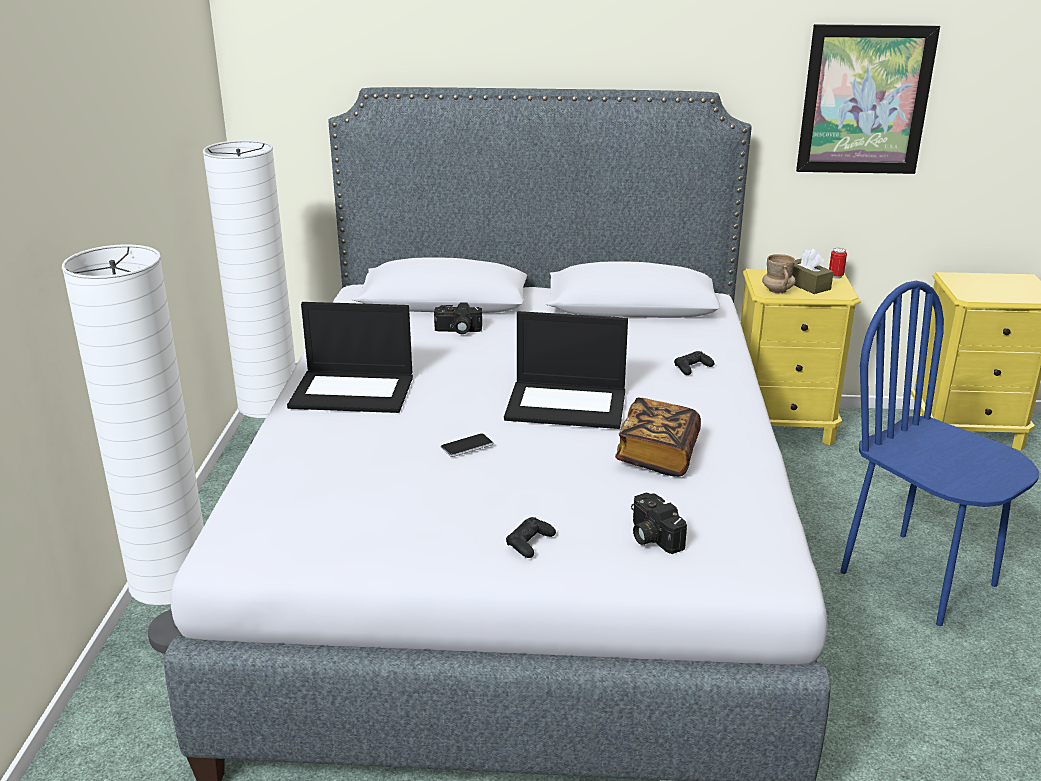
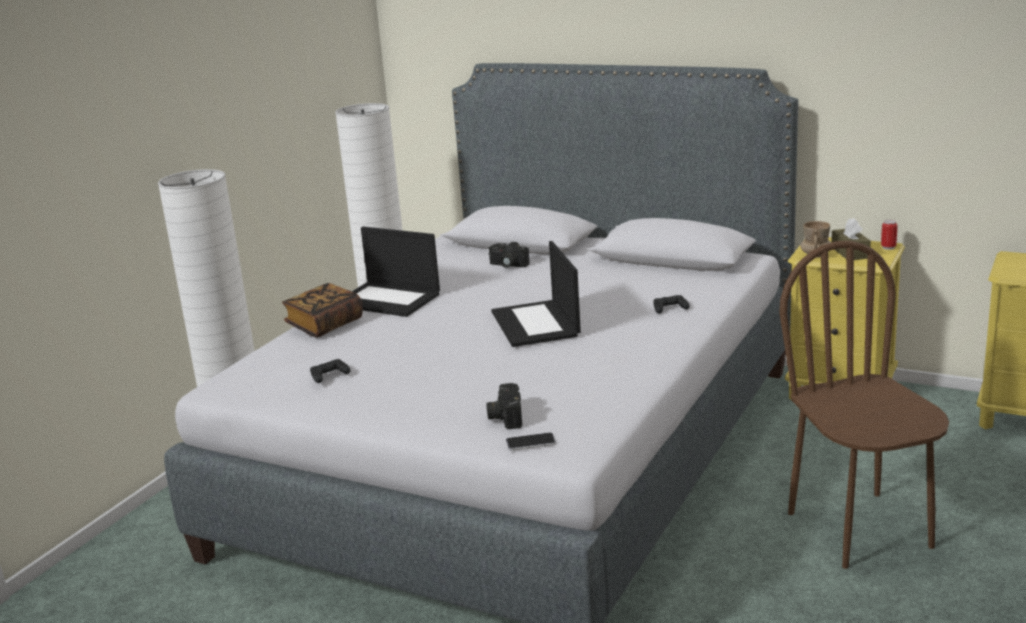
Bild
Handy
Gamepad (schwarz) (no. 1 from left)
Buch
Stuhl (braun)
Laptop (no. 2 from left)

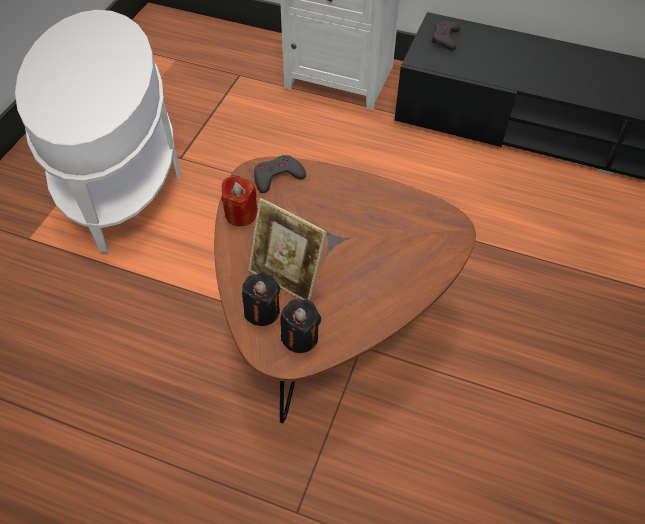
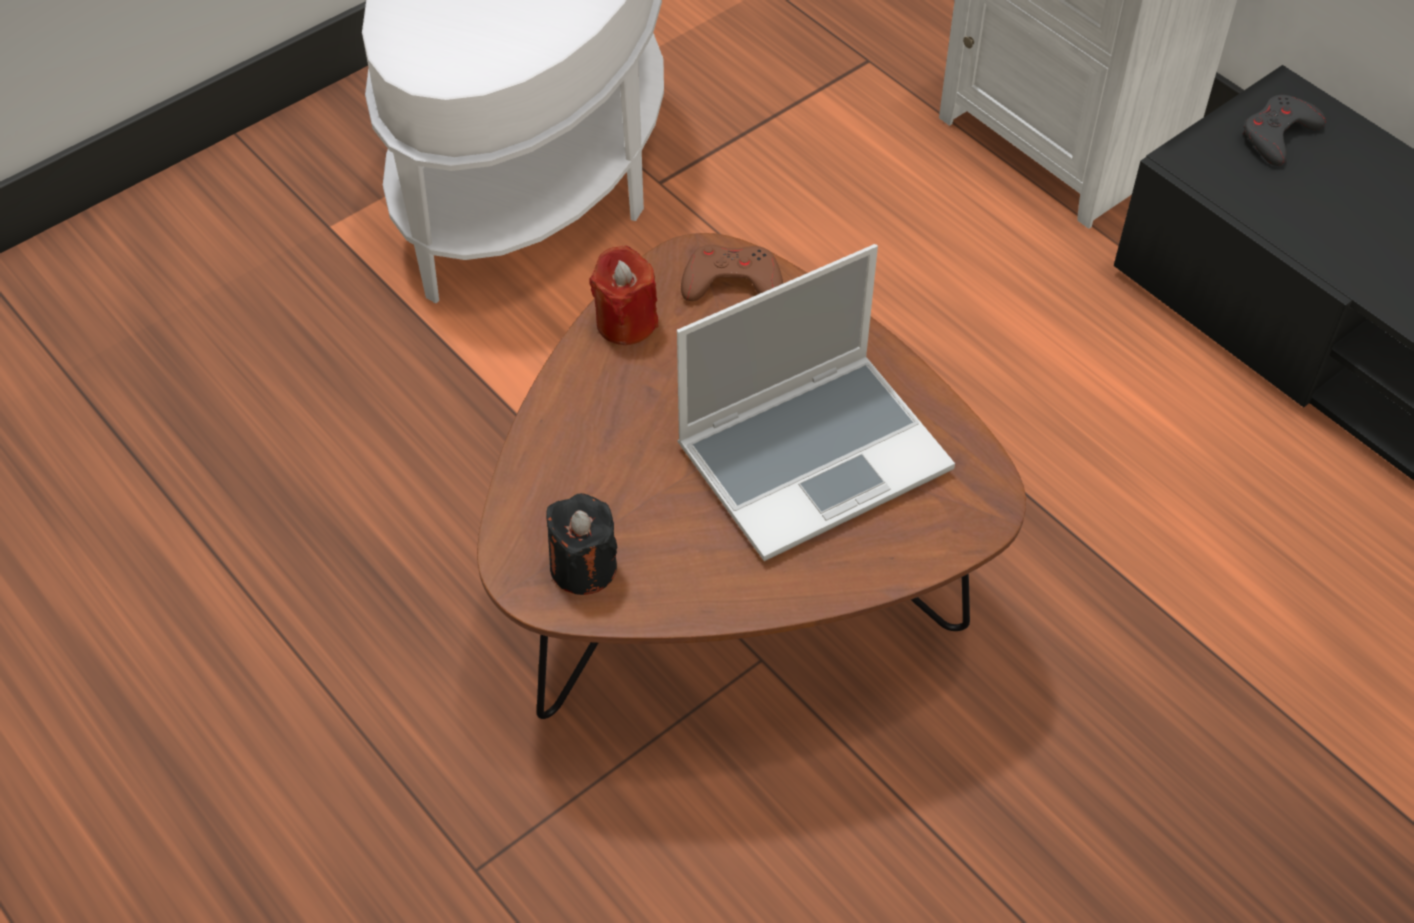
Kerze (schwarz) (no. 1 from left in the first image)
Bilderrahmen
Laptop
Gamepad (braun)

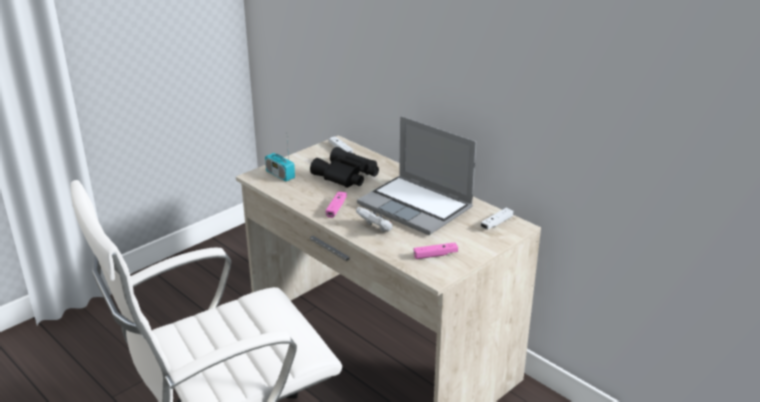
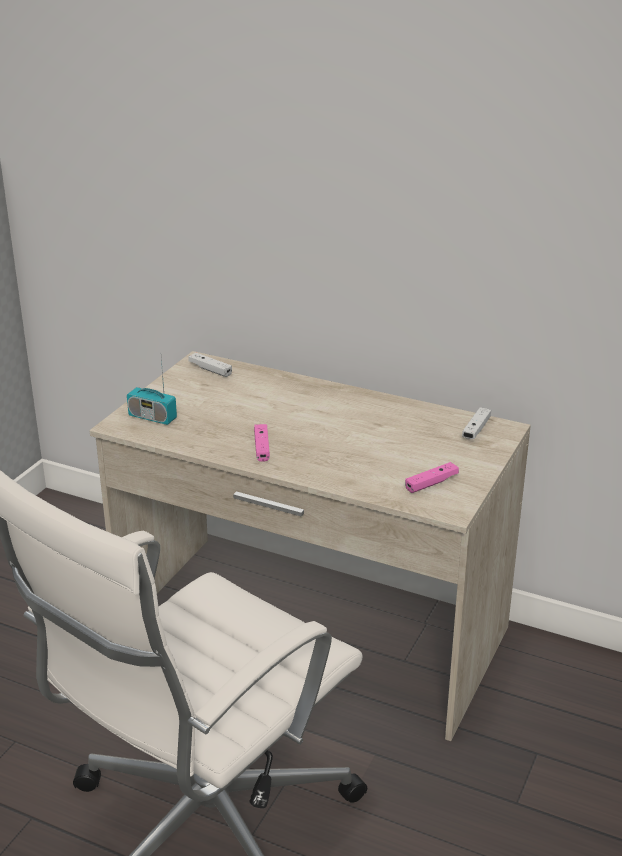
Fernglas (schwarz)
Gamepad (weiß) (no. 2 from left in the first image)
Laptop

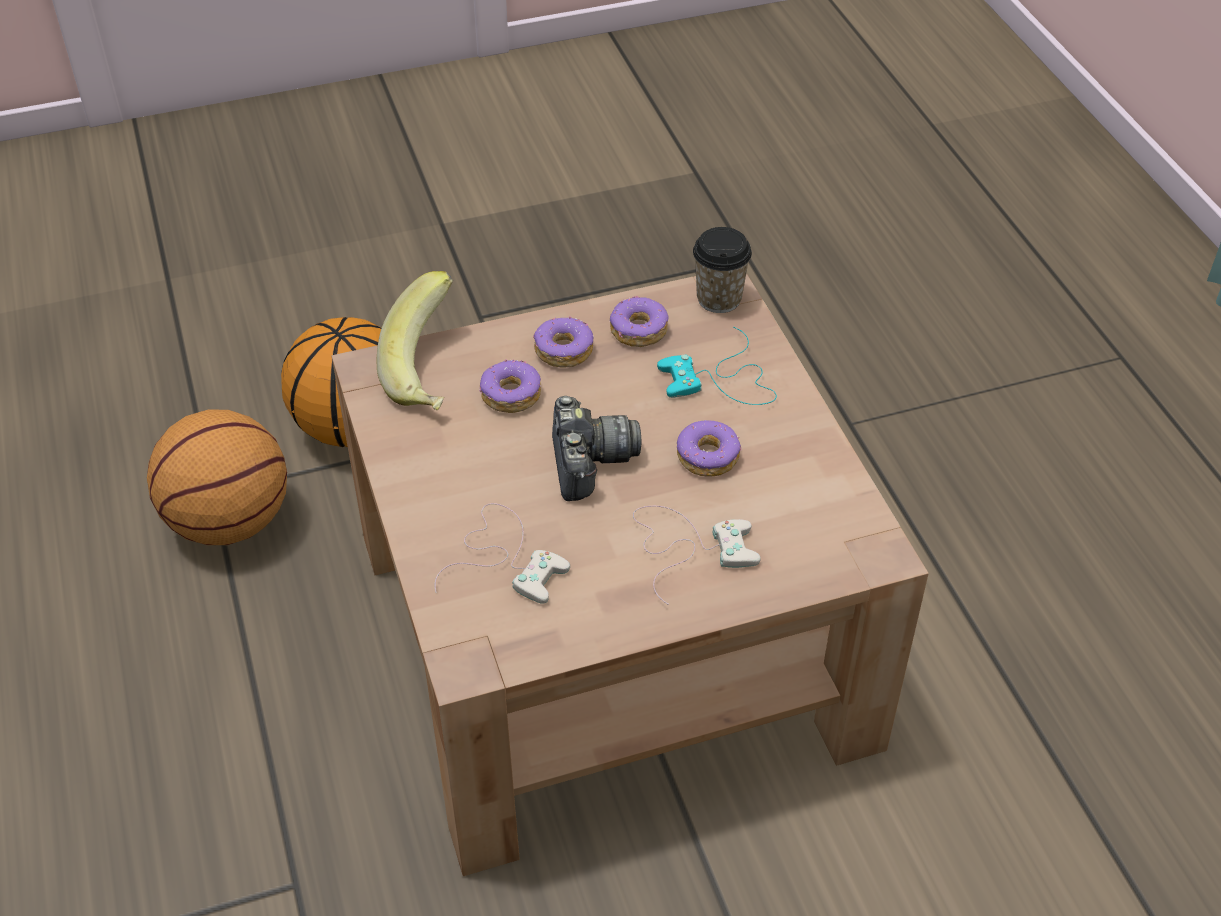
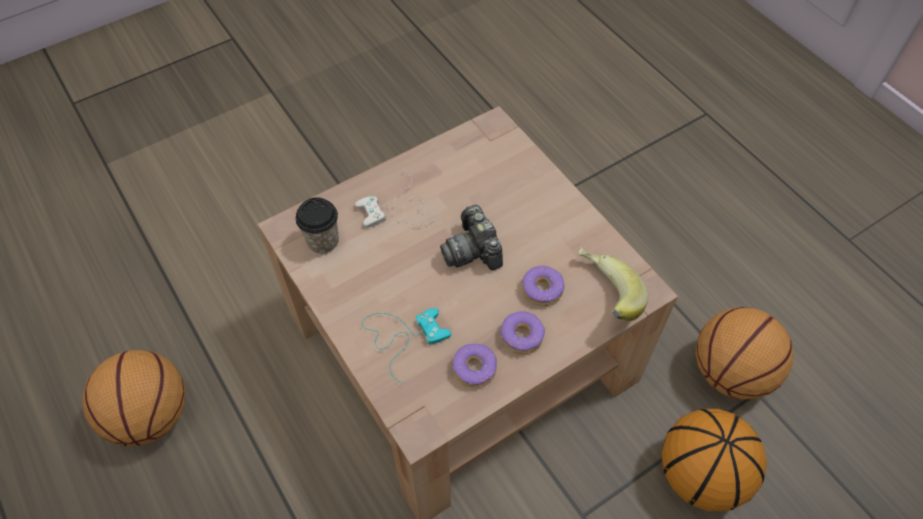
Gamepad (weiß) (no. 1 from left in the first image)
Donut (no. 4 from left in the first image)
Basketball (no. 1 from left)
Tasse

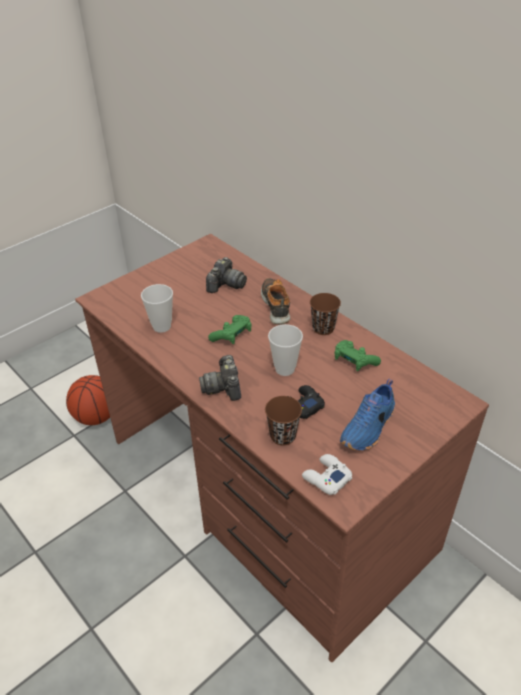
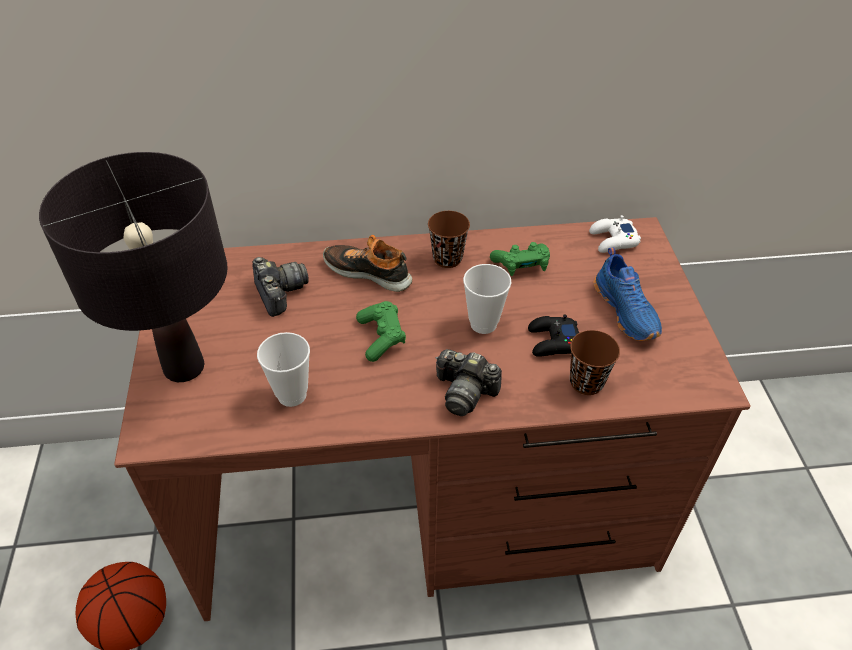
Tischlampe (schwarz)
Gamepad (weiß)

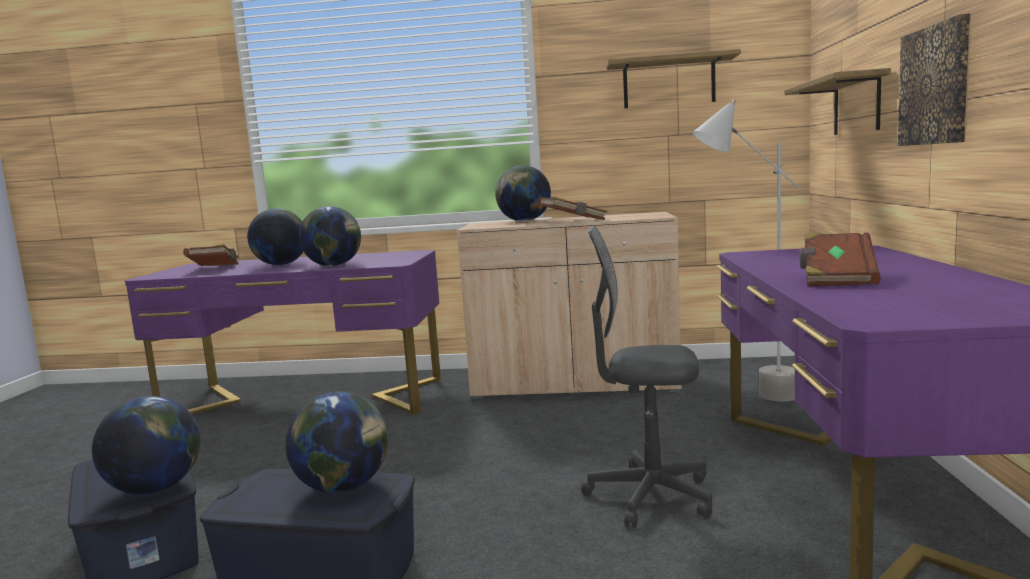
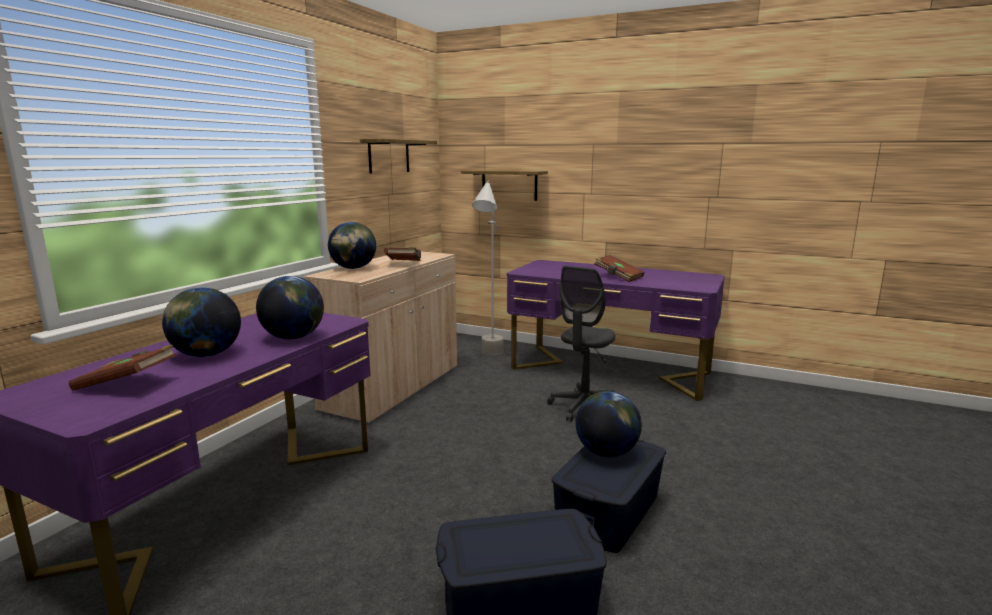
Globus (no. 1 from left in the first image)
Bild

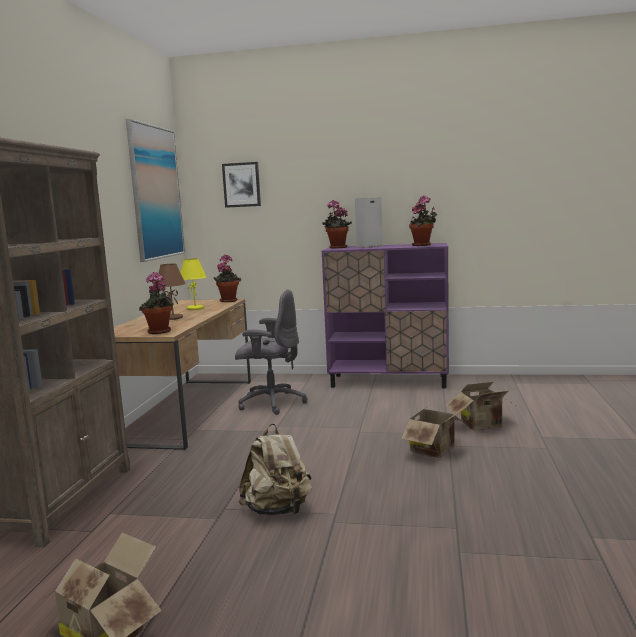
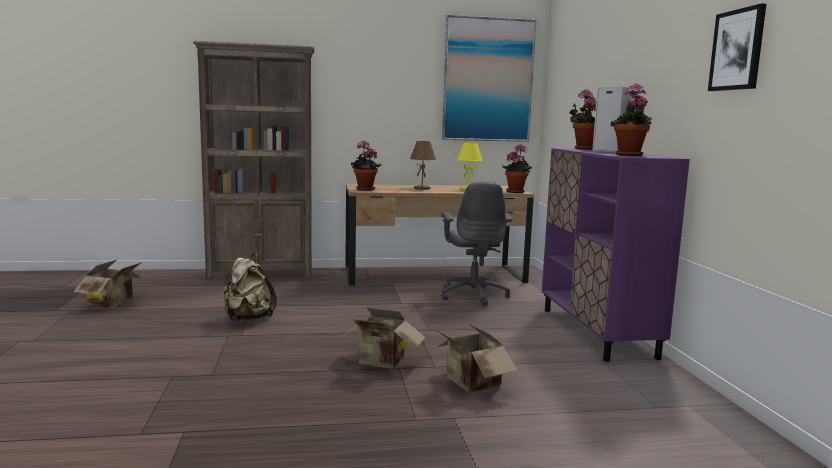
Bild (no. 2 from left)

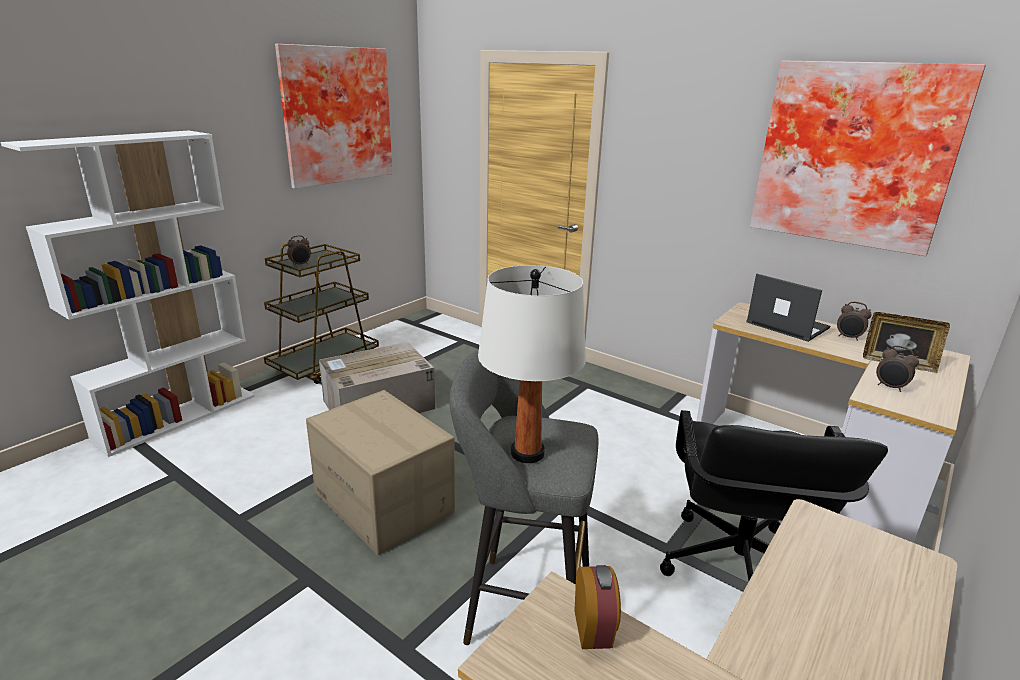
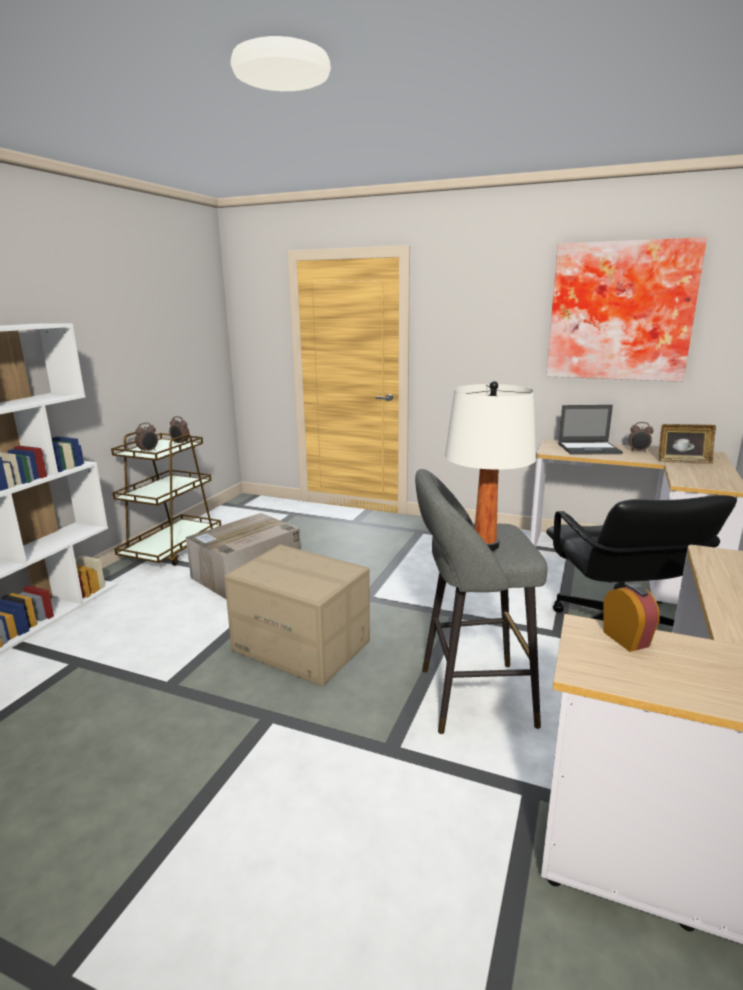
Bild (no. 1 from left in the first image)
Wecker (no. 2 from left)
Laptop

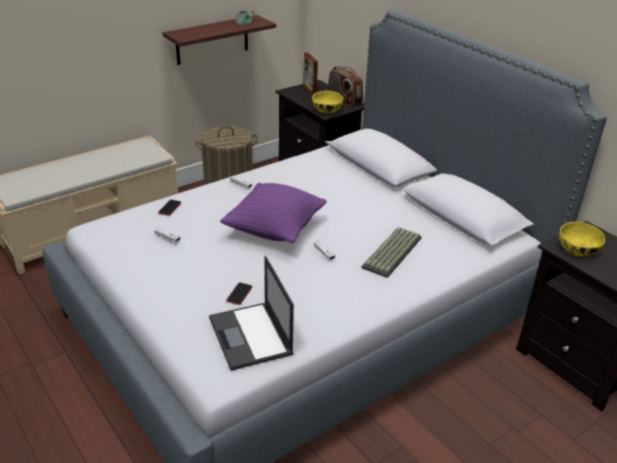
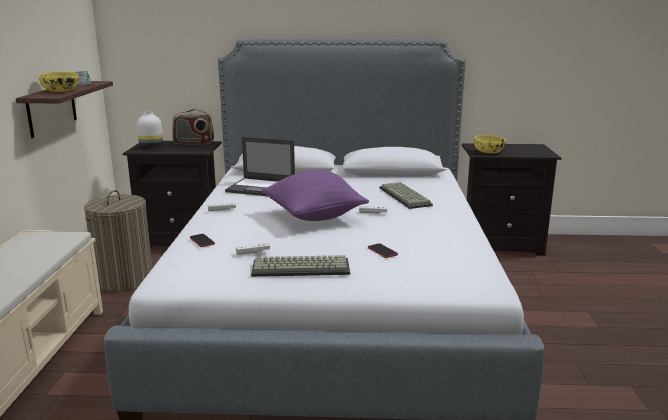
Tastatur (no. 1 from left)
Laptop
Schüssel (gelb) (no. 1 from left)
Vase (weiß)

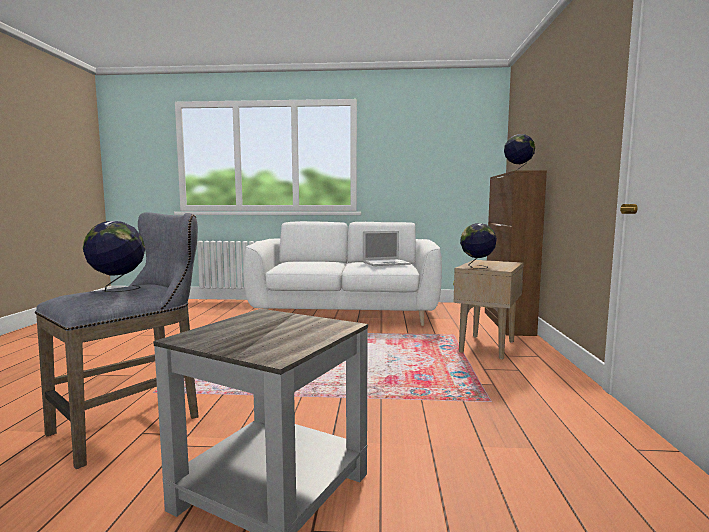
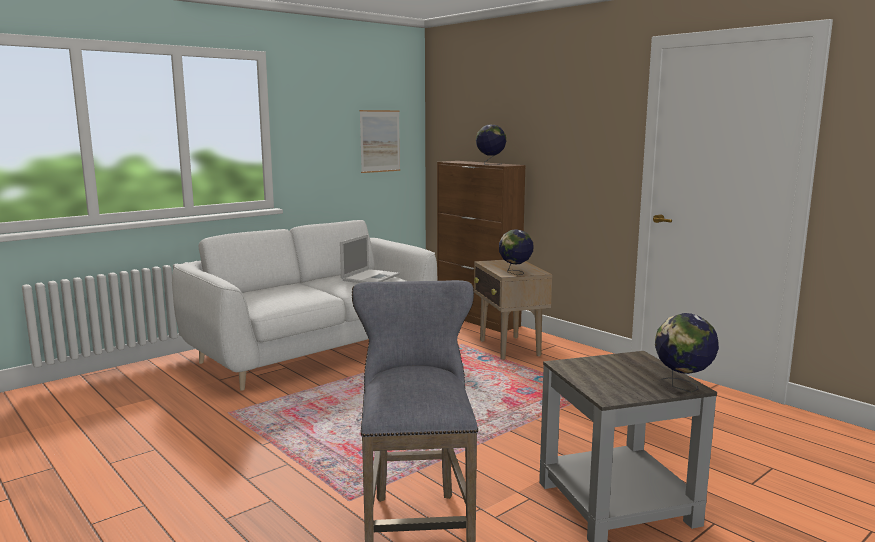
Bild
Globus (no. 3 from left)

